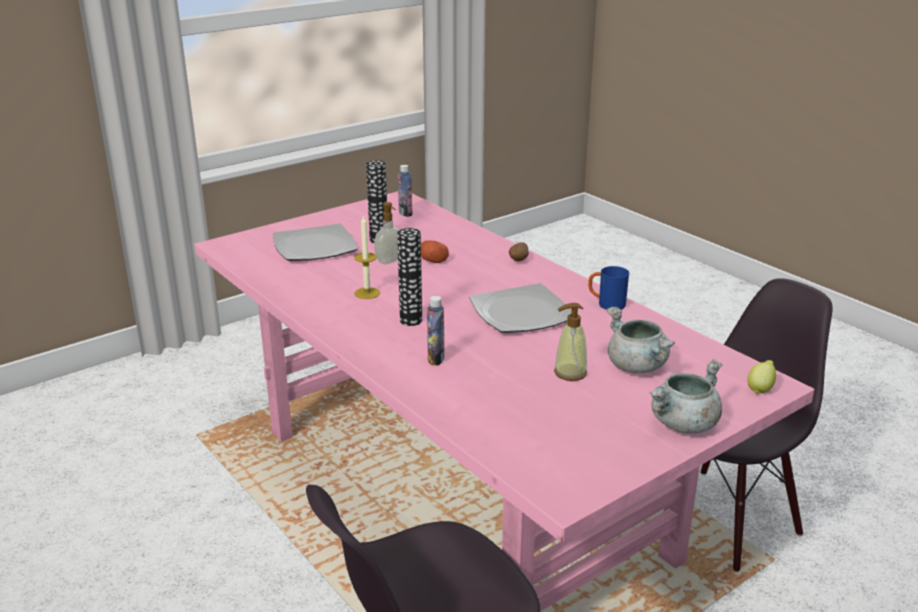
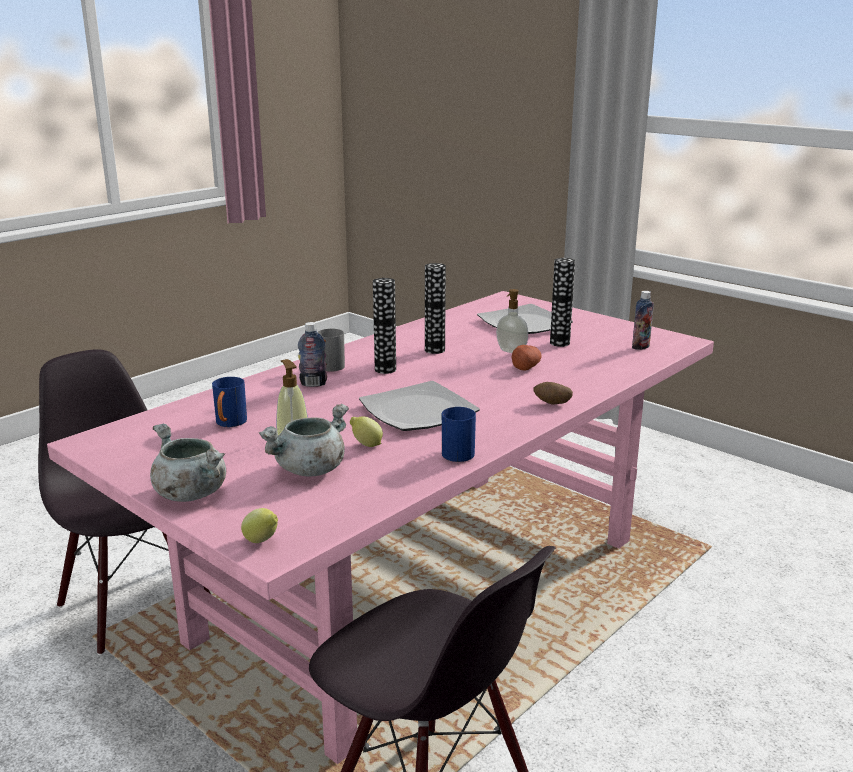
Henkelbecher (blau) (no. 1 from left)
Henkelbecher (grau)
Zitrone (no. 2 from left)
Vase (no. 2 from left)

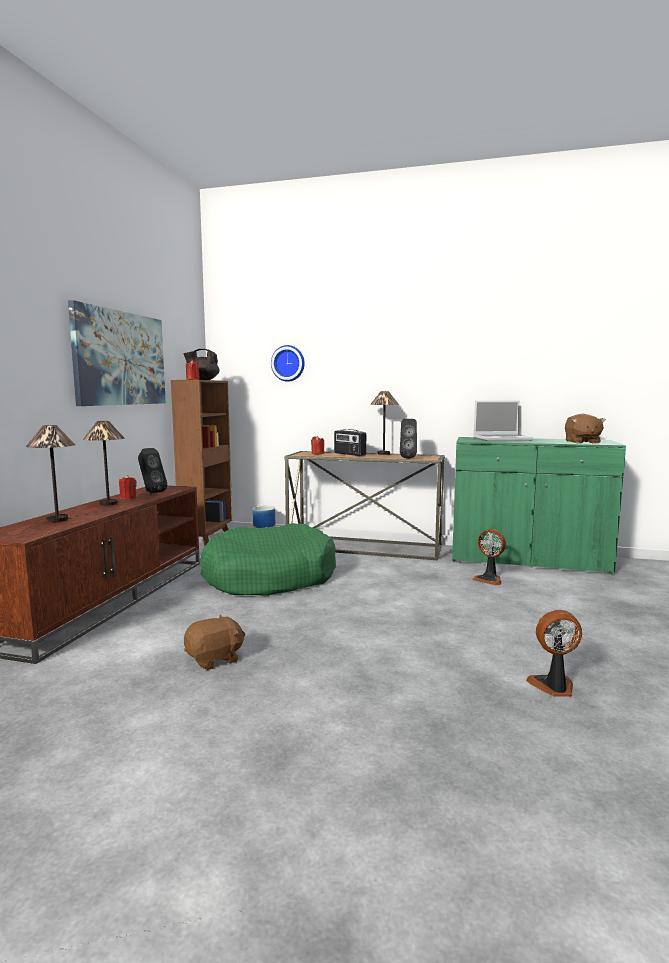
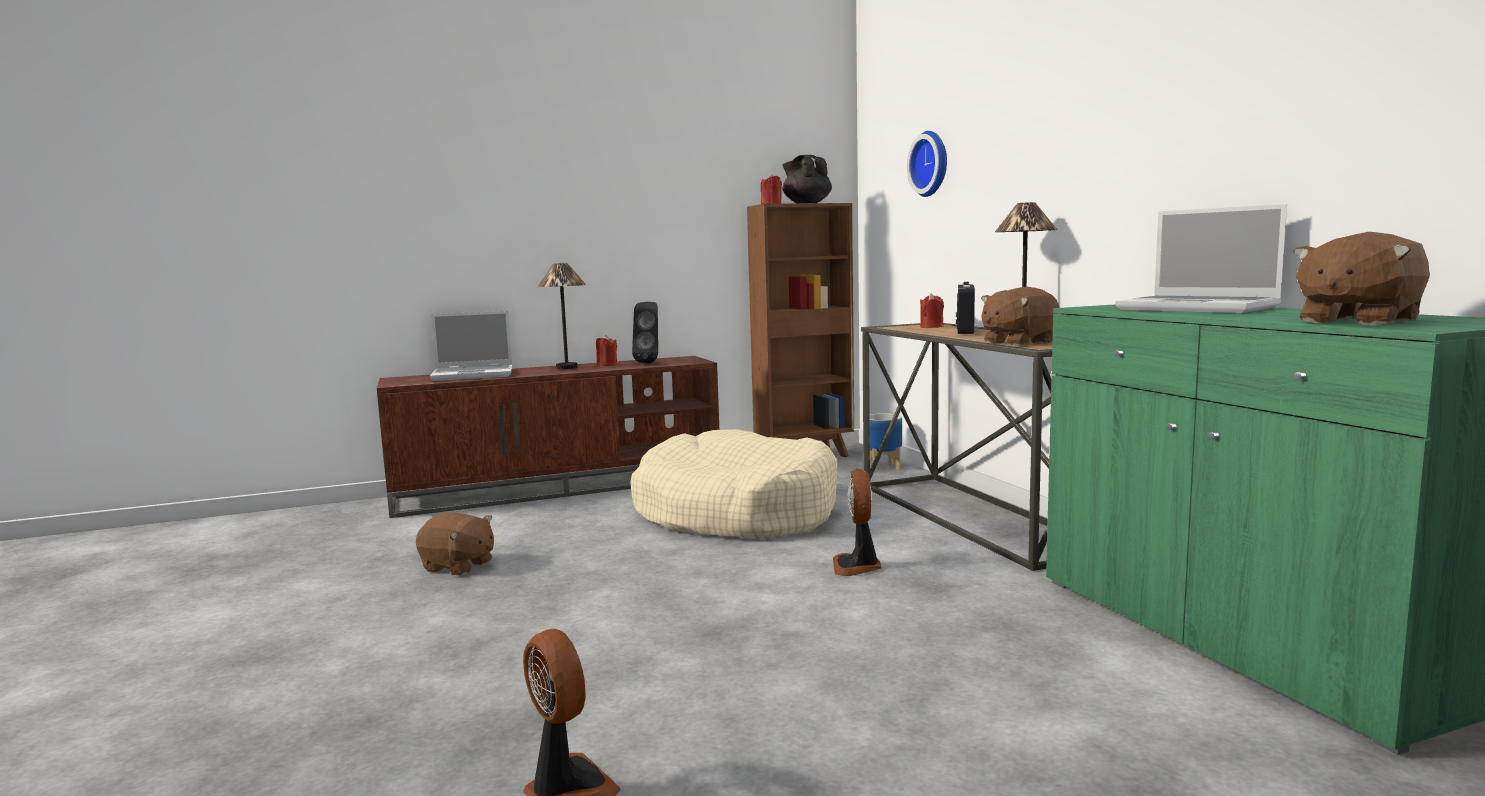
Bild
Ventilator (no. 2 from left)
Laptop (no. 1 from left)
Plüschtier (braun) (no. 2 from left)
Hundebett (beige)

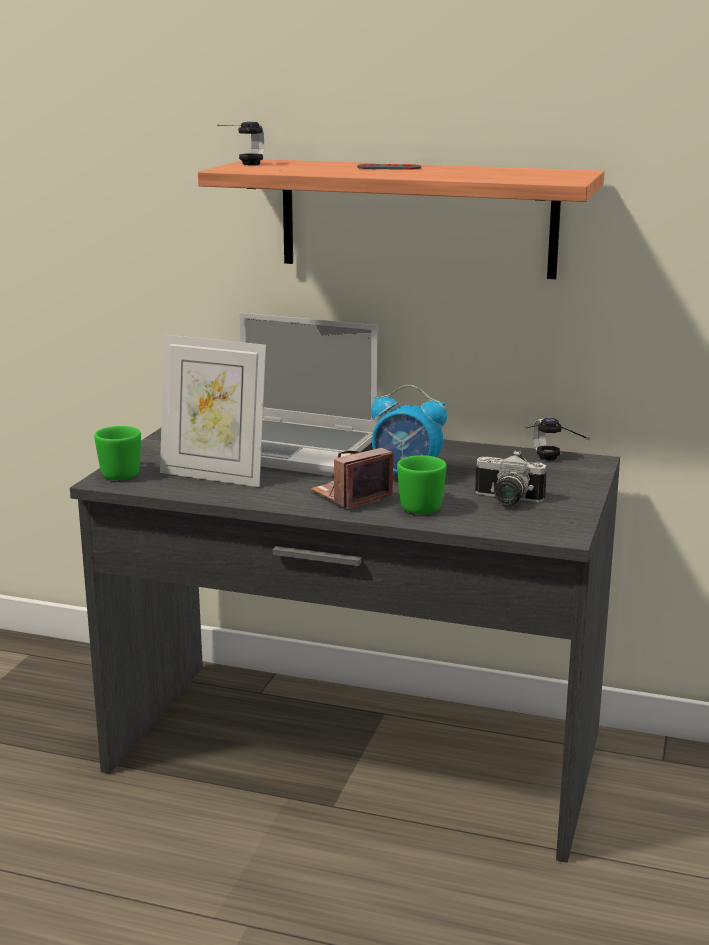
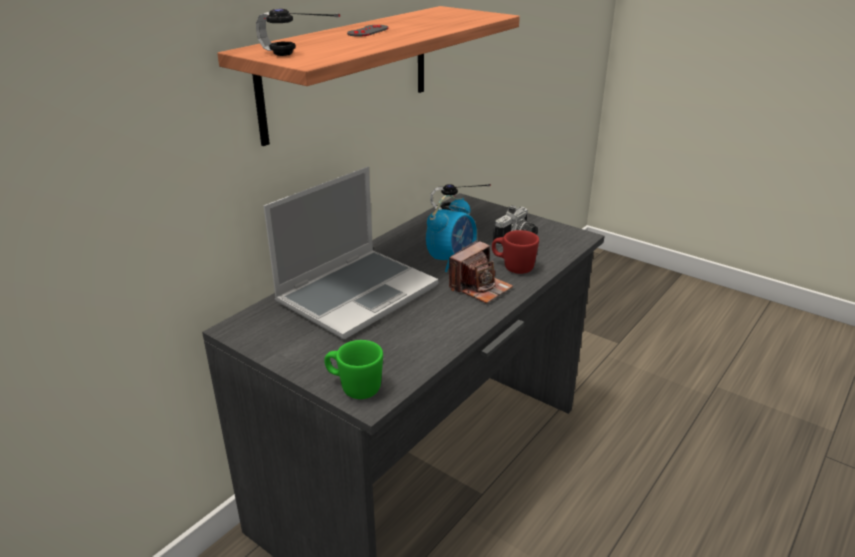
Bilderrahmen
Henkelbecher (rot)
Kamera (no. 1 from left)

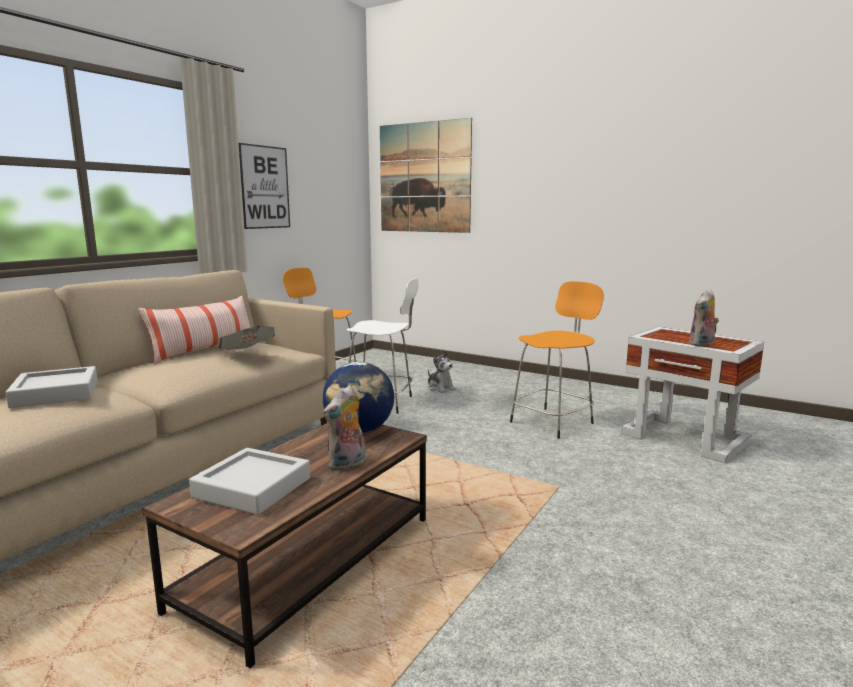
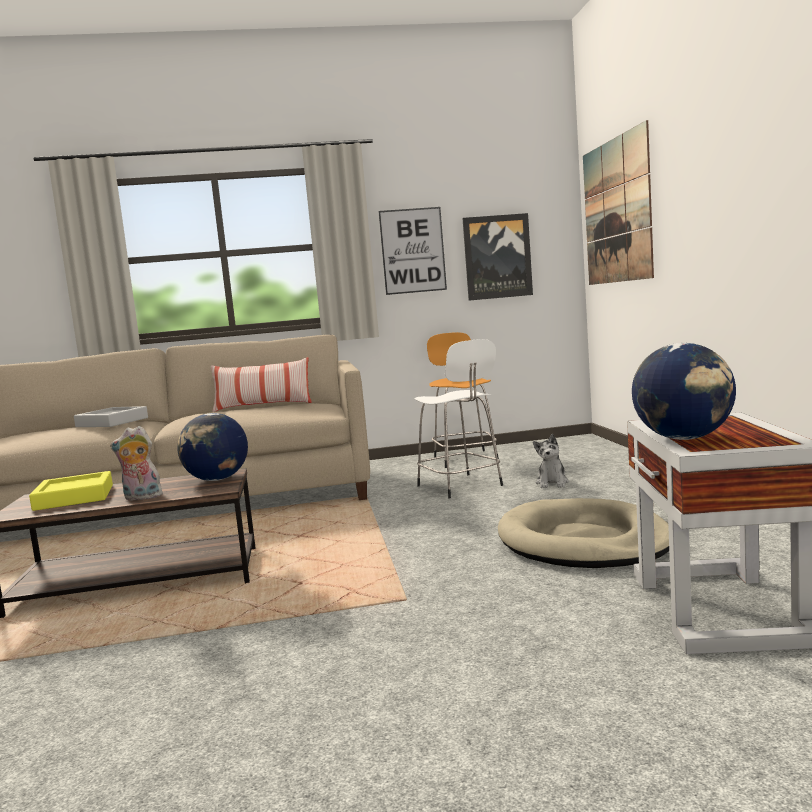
Zeitung
Bild (no. 2 from left)
Hundebett (beige)
Globus (no. 2 from left)
Tablett (gelb)

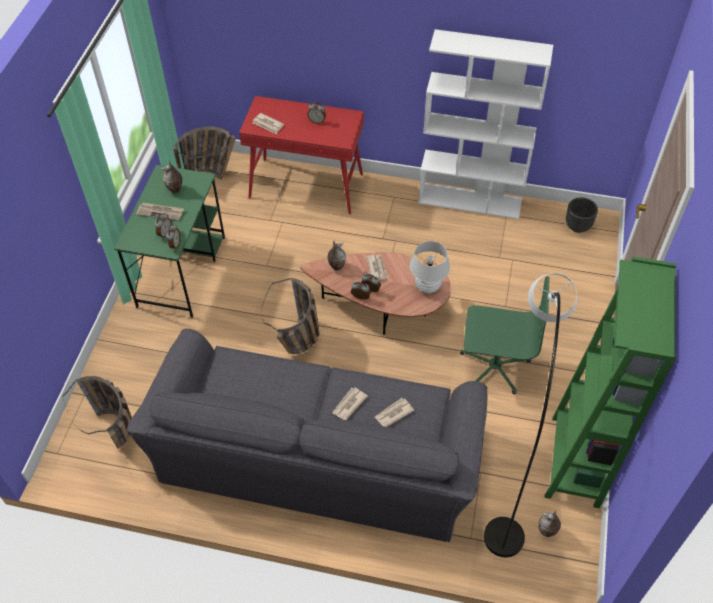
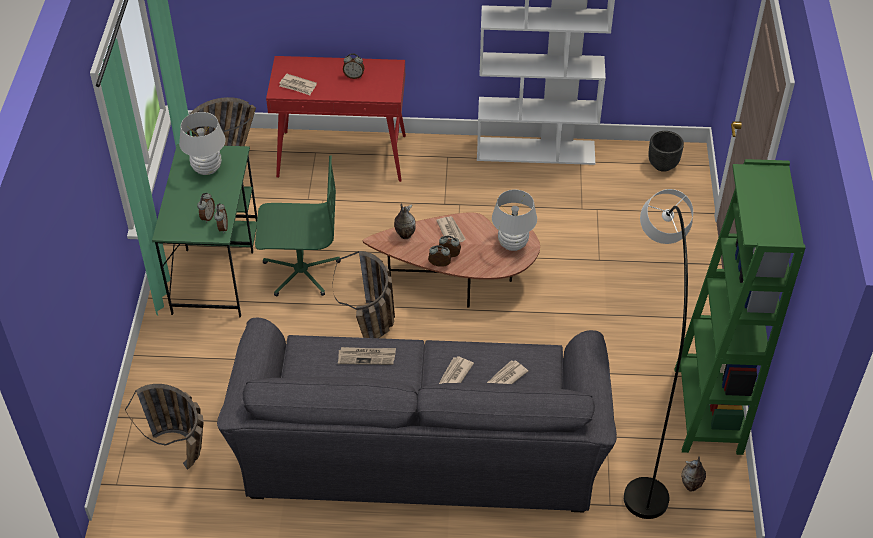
Zeitung (no. 2 from left)
Bürostuhl (grün)
Tischlampe (weiß) (no. 1 from left)

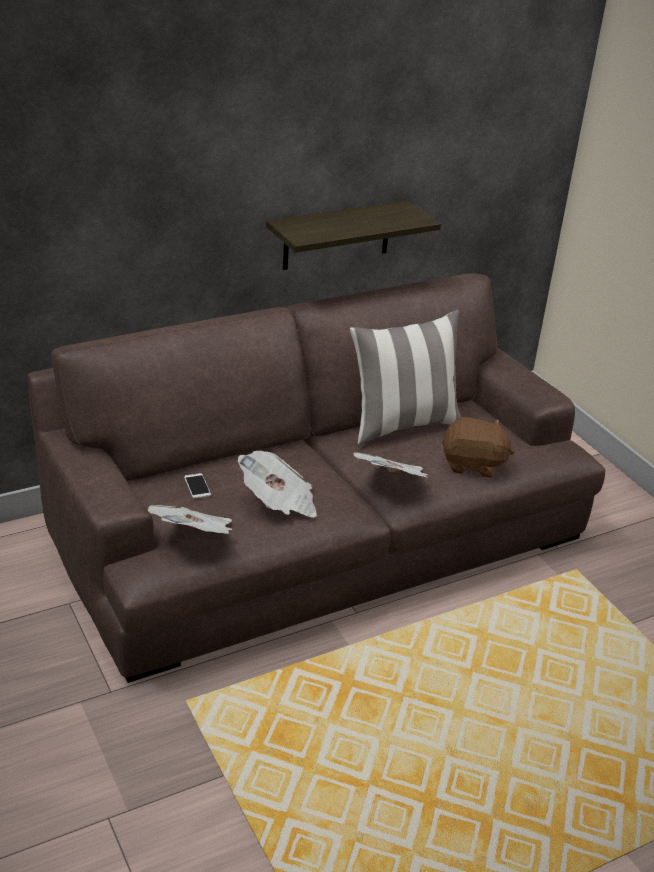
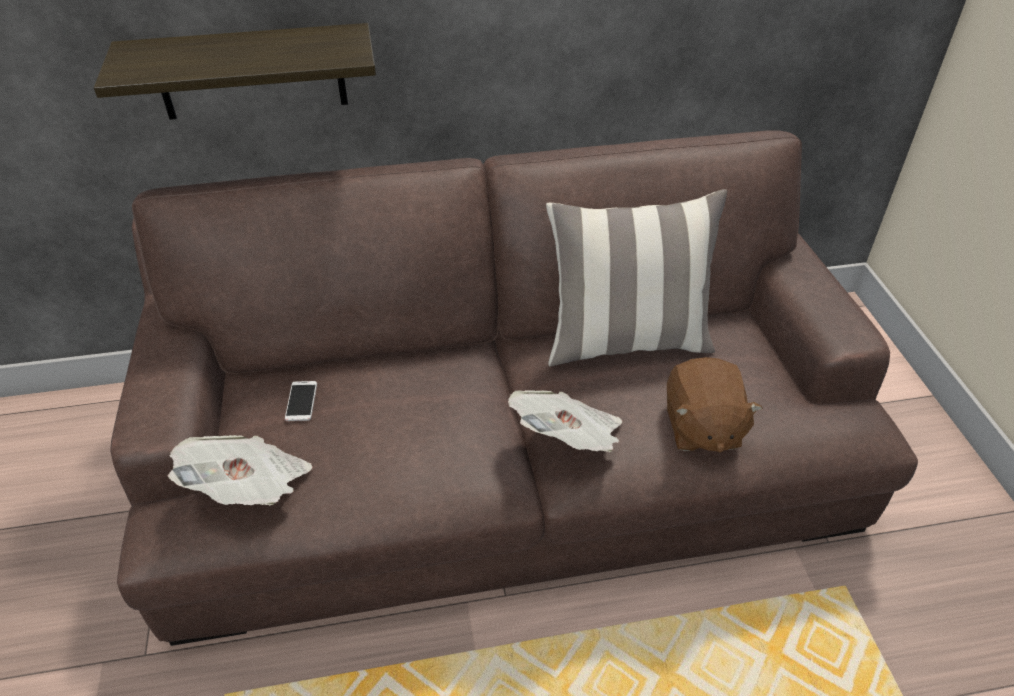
Zeitung (no. 2 from left in the first image)
Wandregal
Plüschtier (braun)

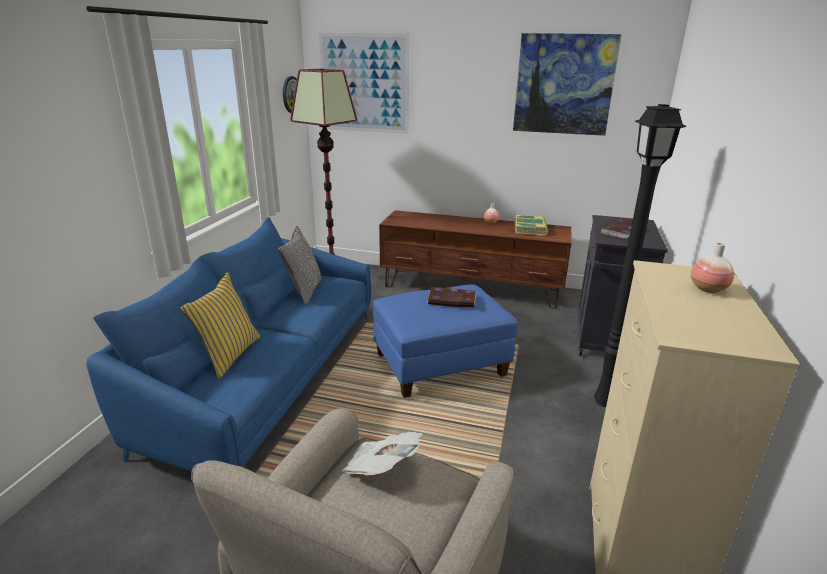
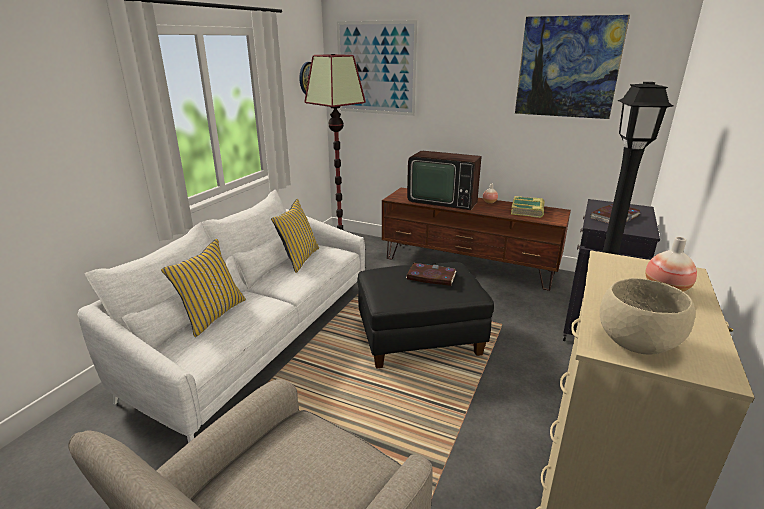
Zeitung
Fernseher
Schüssel (beige)
Sofa (weiß)
Kissen (gelb) (no. 2 from left)
Polsterhocker (schwarz)

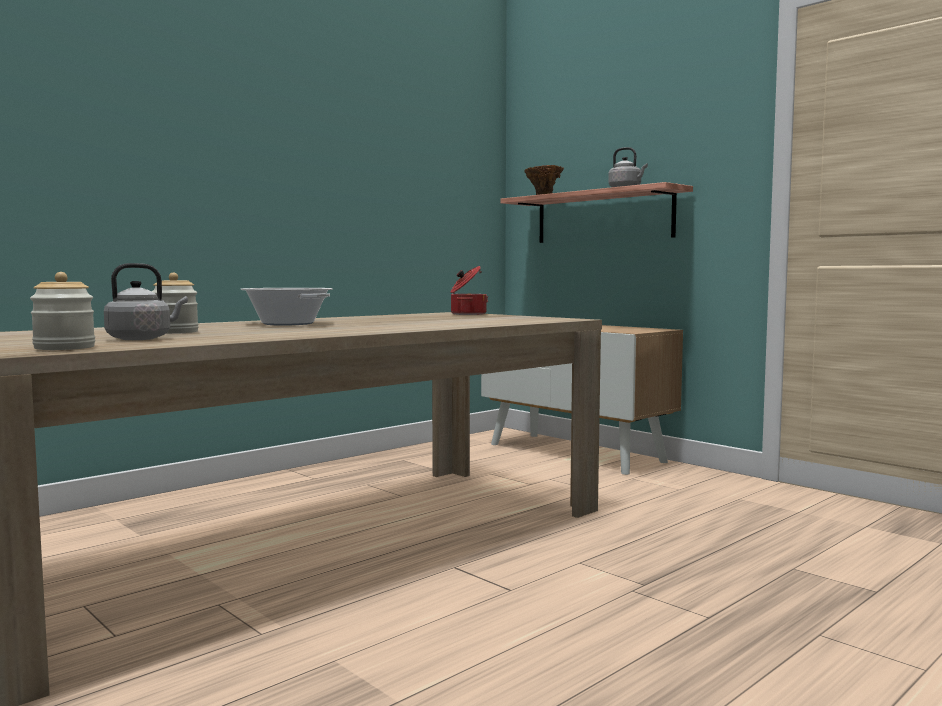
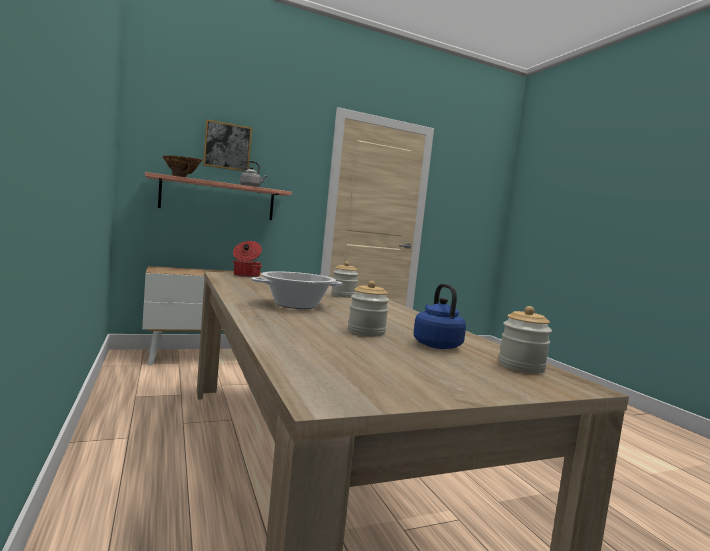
Bild
Vorratsglas (no. 1 from left)
Wasserkessel (blau)

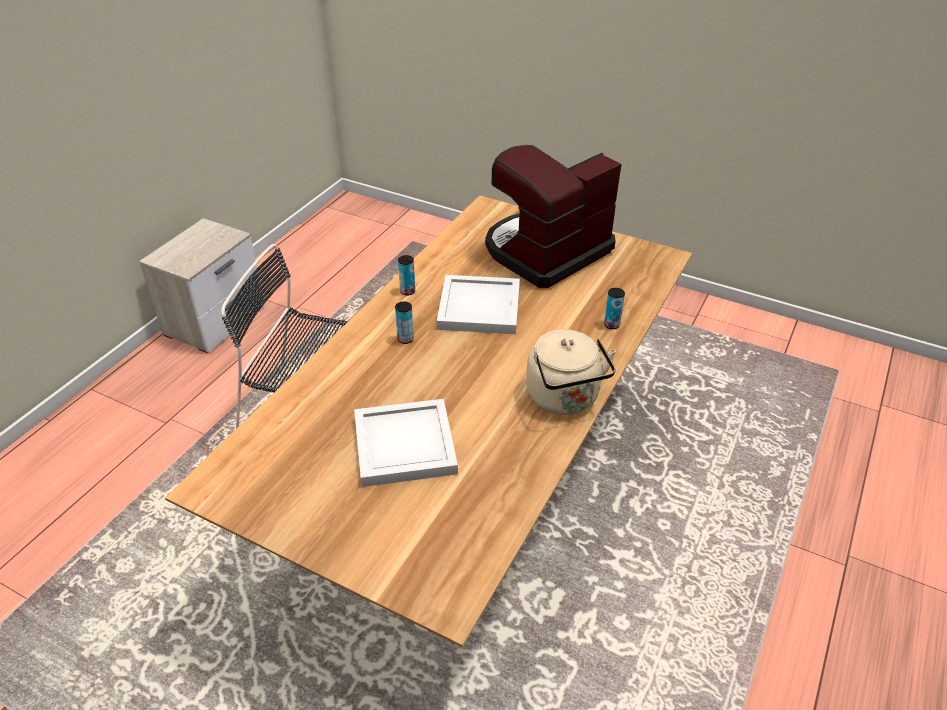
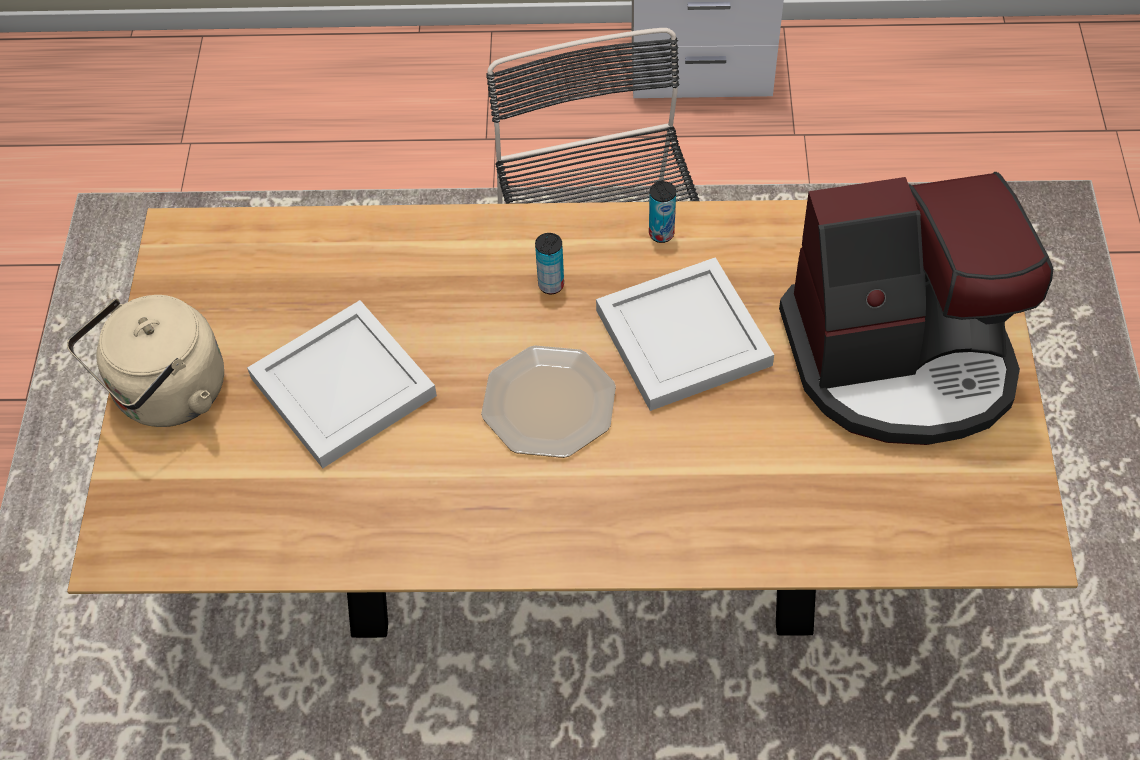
Dose (no. 3 from left in the first image)
Teller
Wasserkessel (beige)
Kaffeemaschine

